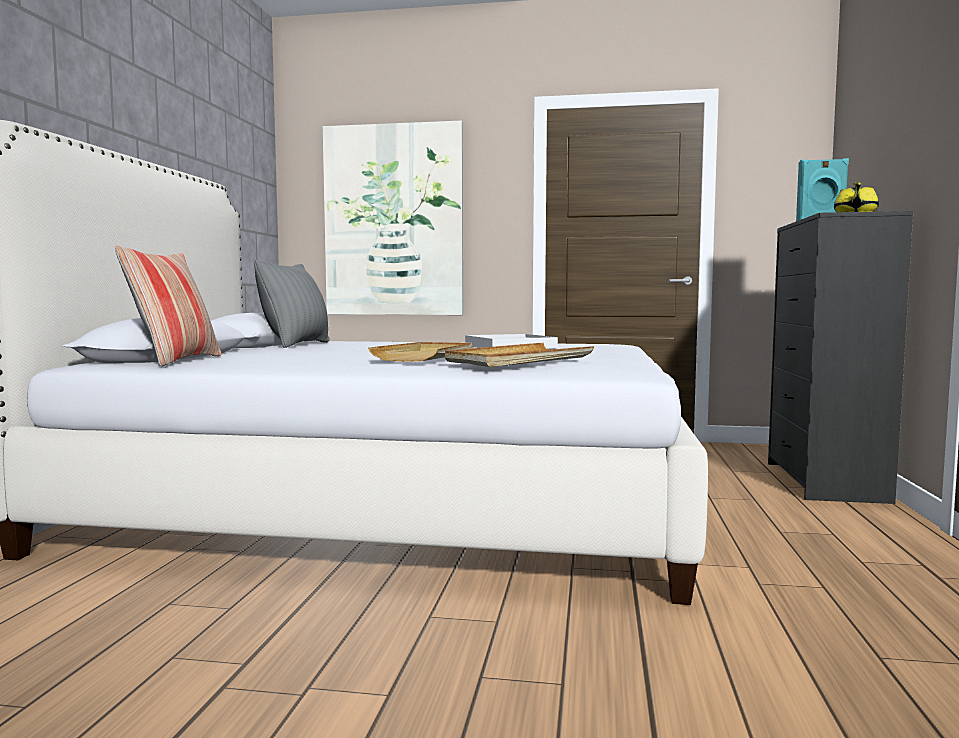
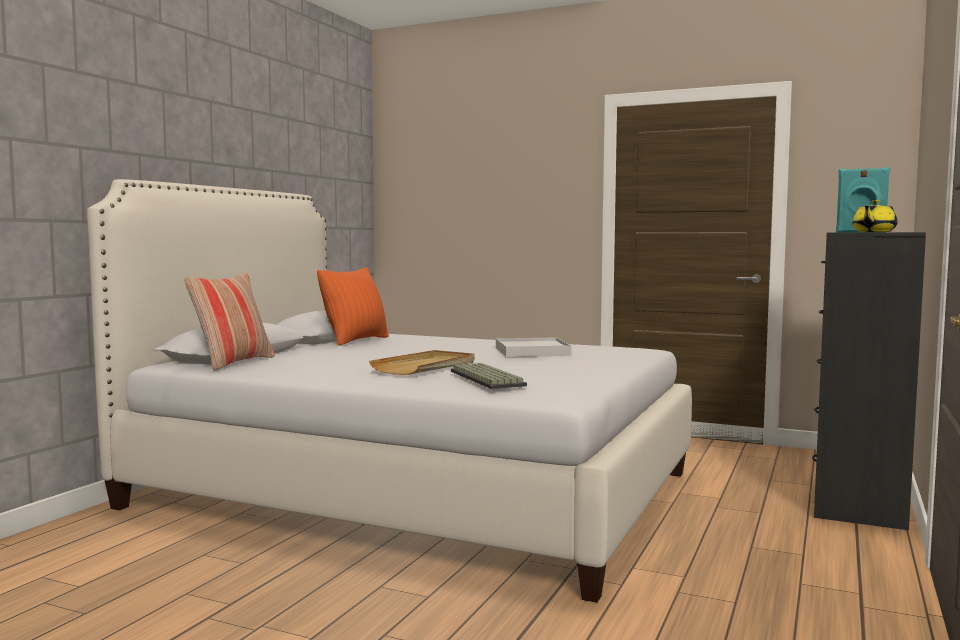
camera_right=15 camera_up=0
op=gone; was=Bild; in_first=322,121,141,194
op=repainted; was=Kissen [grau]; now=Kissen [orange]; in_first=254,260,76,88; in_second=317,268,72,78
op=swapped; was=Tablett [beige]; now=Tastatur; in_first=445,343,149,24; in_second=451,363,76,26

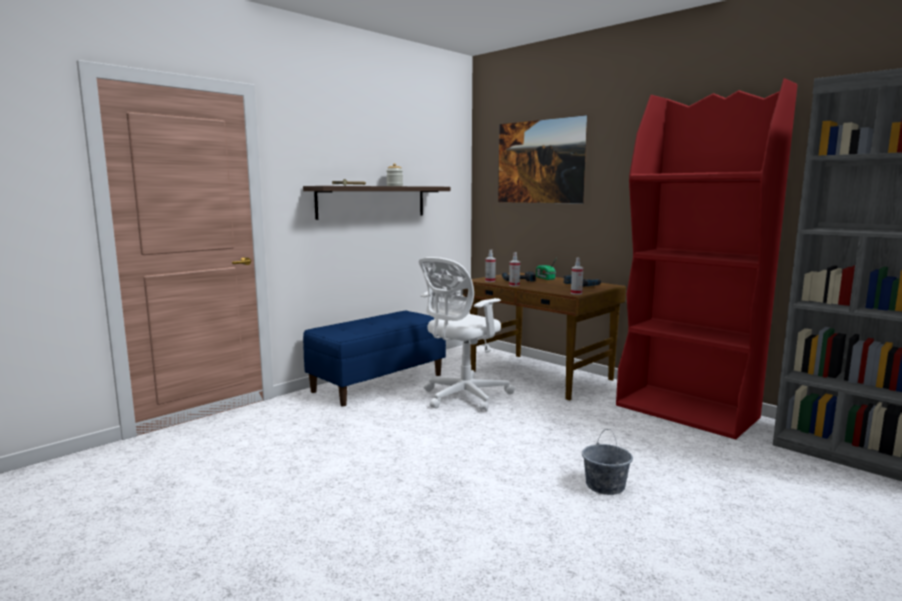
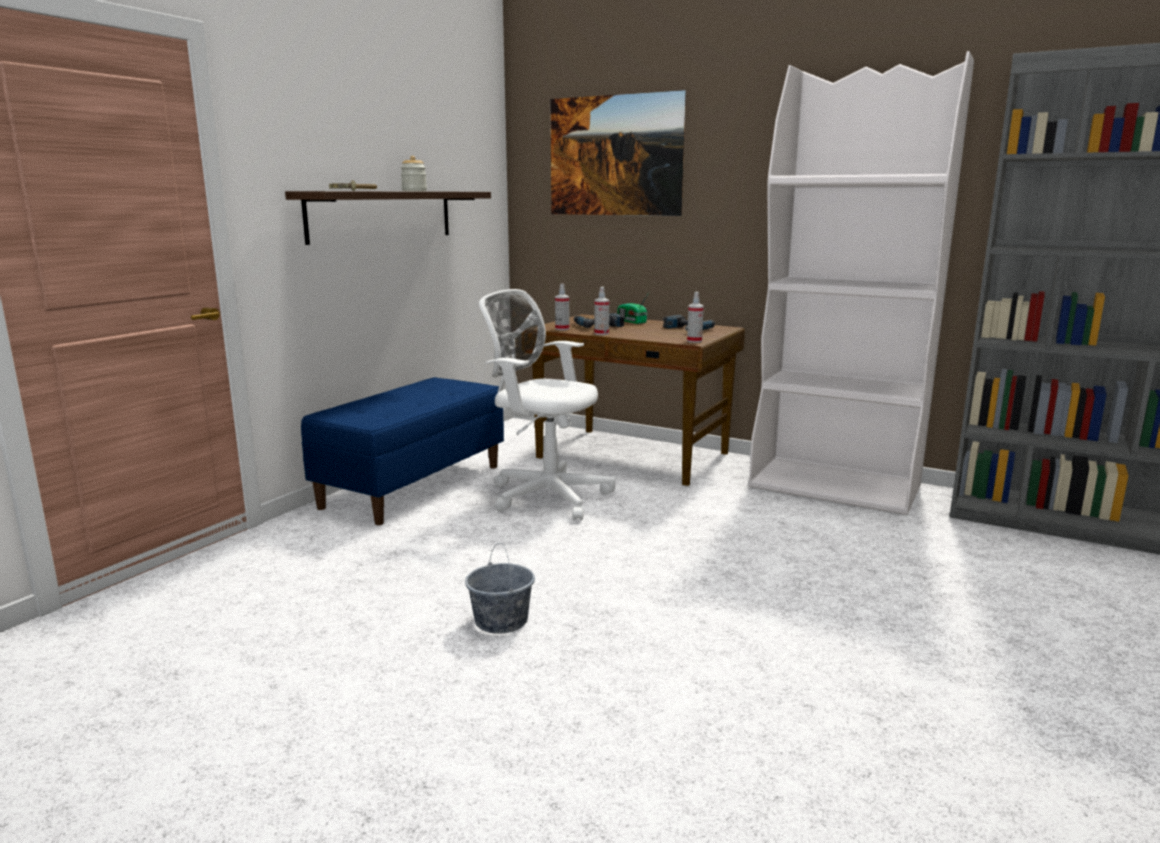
camera_right=-15 camera_up=5
op=repainted; was=Bücherregal [rot]; now=Bücherregal [weiß]; in_first=616,78,182,361; in_second=749,51,225,464
op=rotated; was=Bürostuhl [weiß]; in_first=419,257,96,154; in_second=479,289,137,231; clockwise=90
op=shifted; was=Eimer [grau]; in_first=582,429,51,66; in_second=465,543,70,91

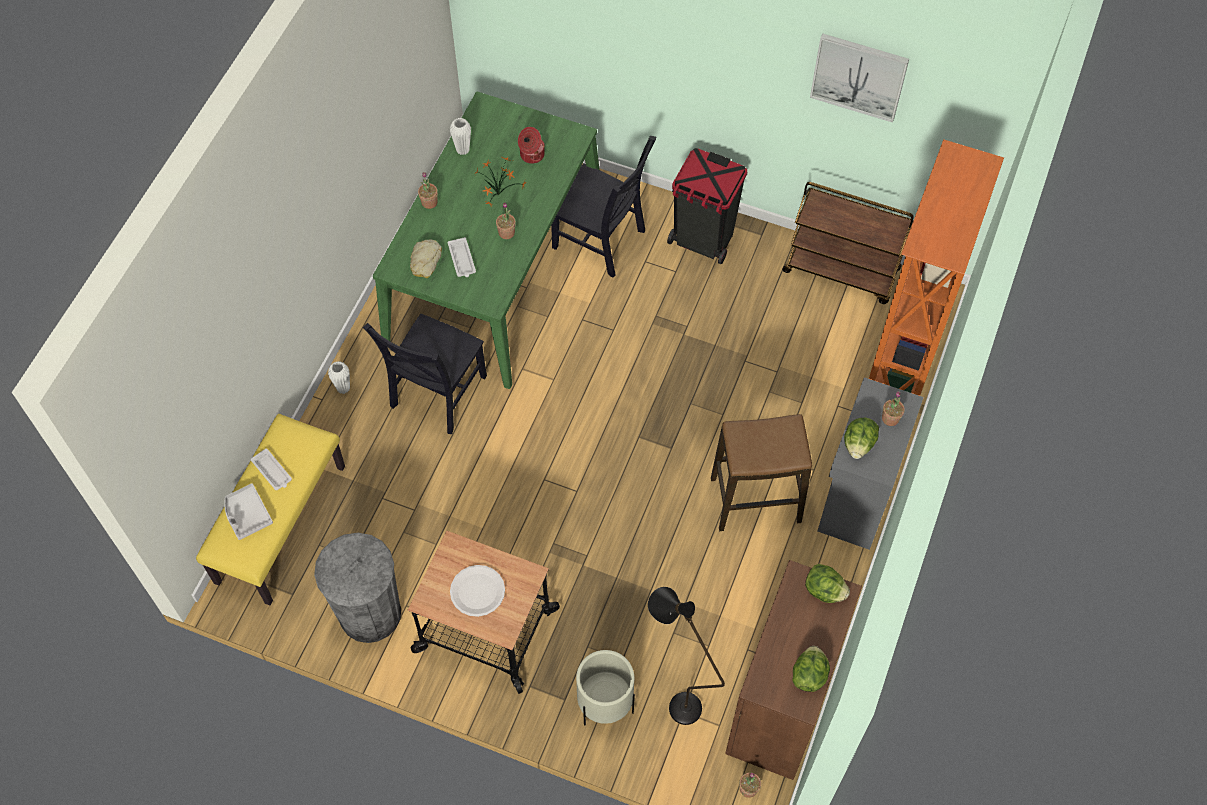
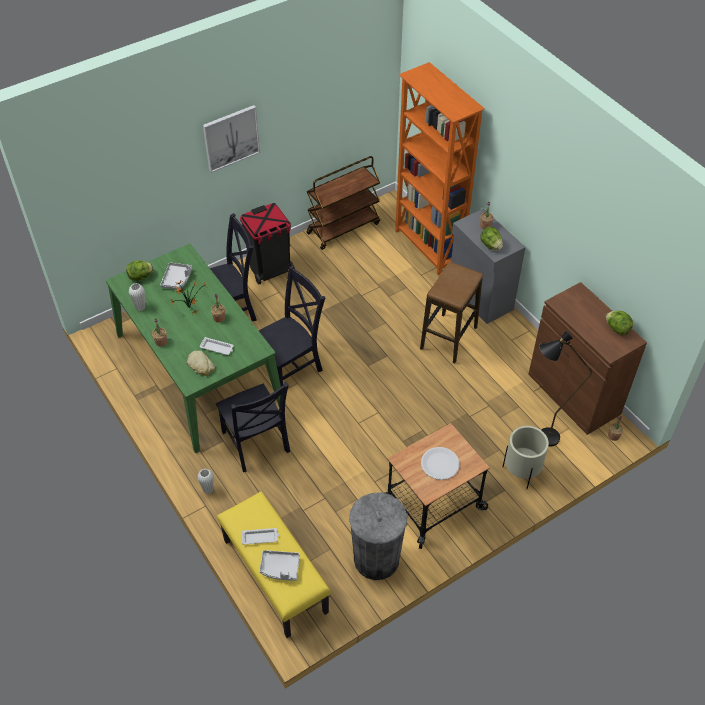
camera_right=-55 camera_up=-10
op=shifted; was=Bild; in_first=810,33,99,90; in_second=203,105,57,68
op=swapped; was=Kochtopf; now=Tablett [grau]; in_first=518,127,27,37; in_second=160,262,32,28
op=shifted; was=Salatkopf; in_first=805,564,45,39; in_second=126,261,27,20
op=new; now=Stuhl [schwarz]; in_second=259,265,66,122

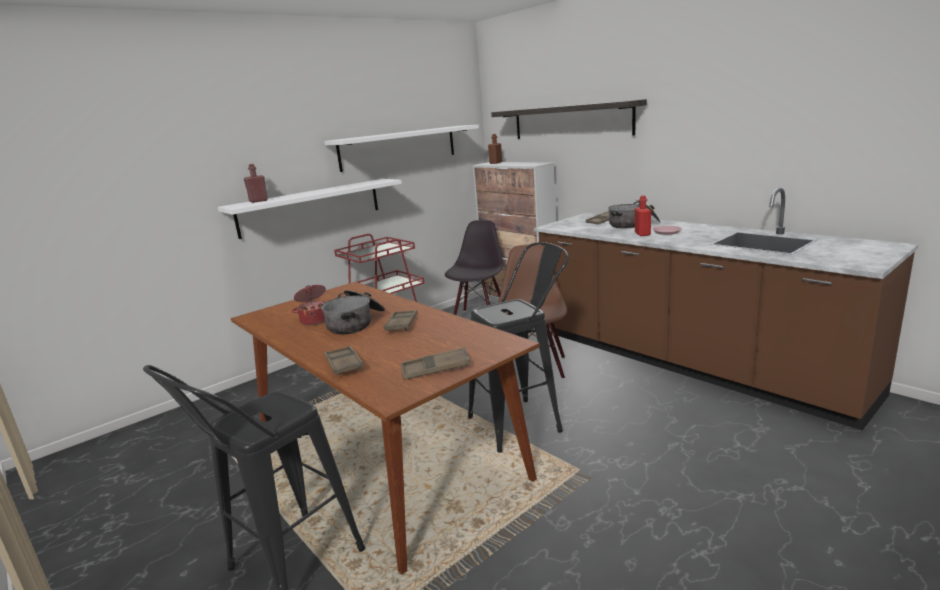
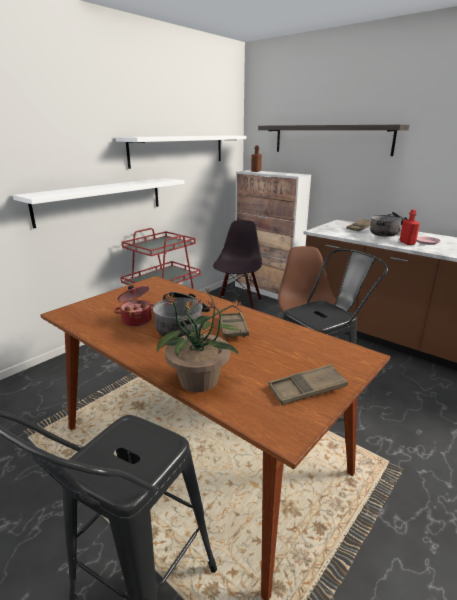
camera_right=-10 camera_up=5
op=gone; was=Flasche [rot]; in_first=244,164,24,39
op=swapped; was=Tablett [braun]; now=Topfpflanze; in_first=324,346,40,30; in_second=157,288,85,104

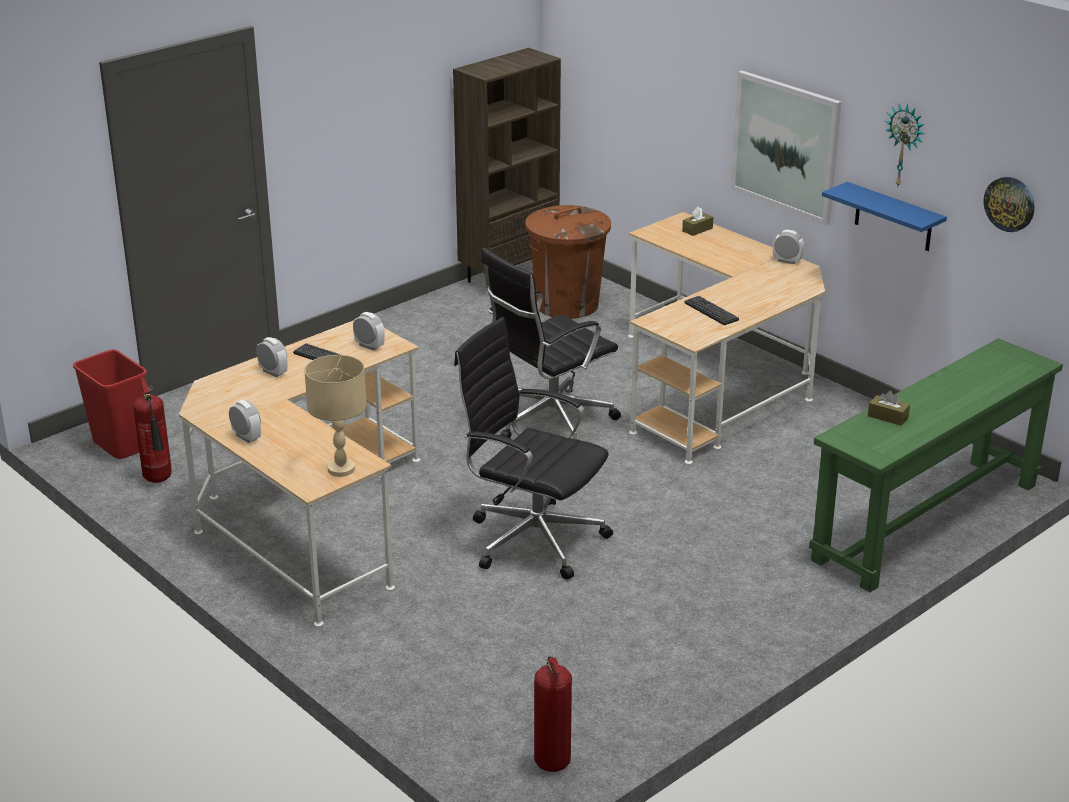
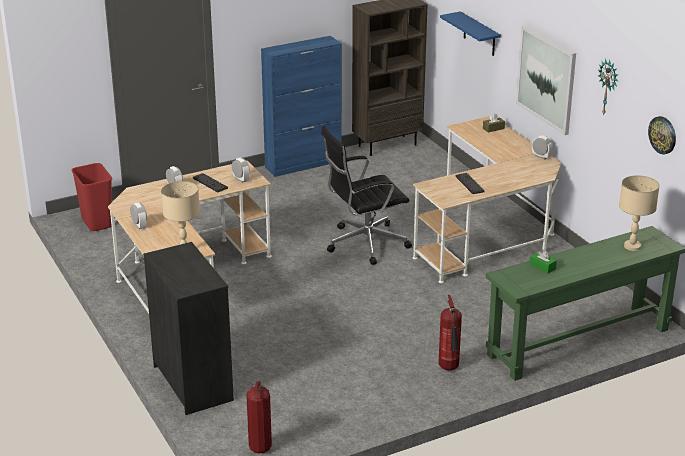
camera_right=15 camera_up=0
op=shifted; was=Wandregal [blau]; in_first=822,182,125,69; in_second=440,11,61,45
op=gone; was=Mülleimer [braun]; in_first=525,205,86,114
op=gone; was=Bürostuhl [schwarz]; in_first=454,317,159,263
op=shifted; was=Feuerlöscher; in_first=133,377,39,106; in_second=438,295,24,75
op=repainted; was=Taschentuchbox [braun]; now=Taschentuchbox [grün]; in_first=868,391,42,35; in_second=530,250,27,24
op=new; now=Schrank [blau]; in_second=261,36,81,141
op=new; now=Tischlampe [beige]; in_second=619,175,40,76
op=new; now=Kommode [schwarz]; in_second=143,242,91,173

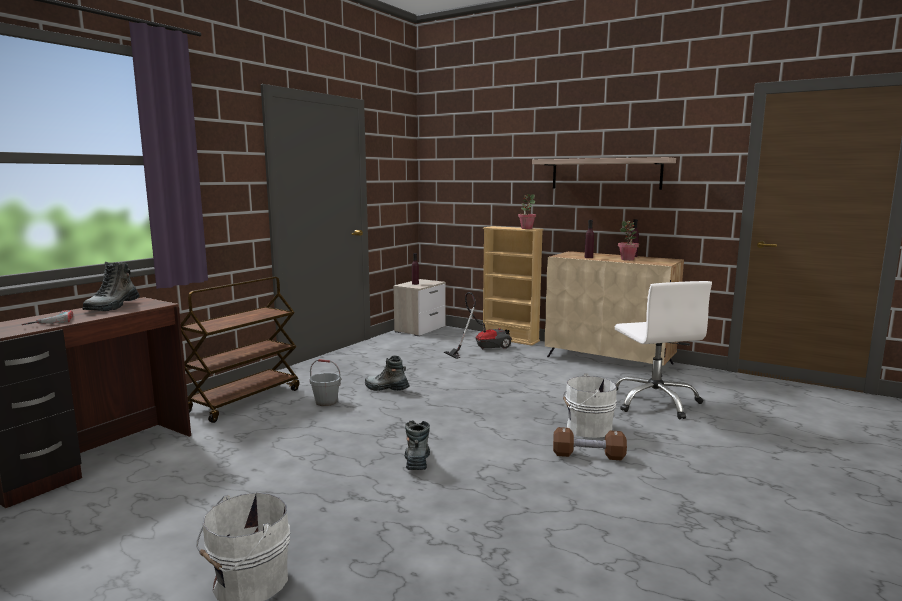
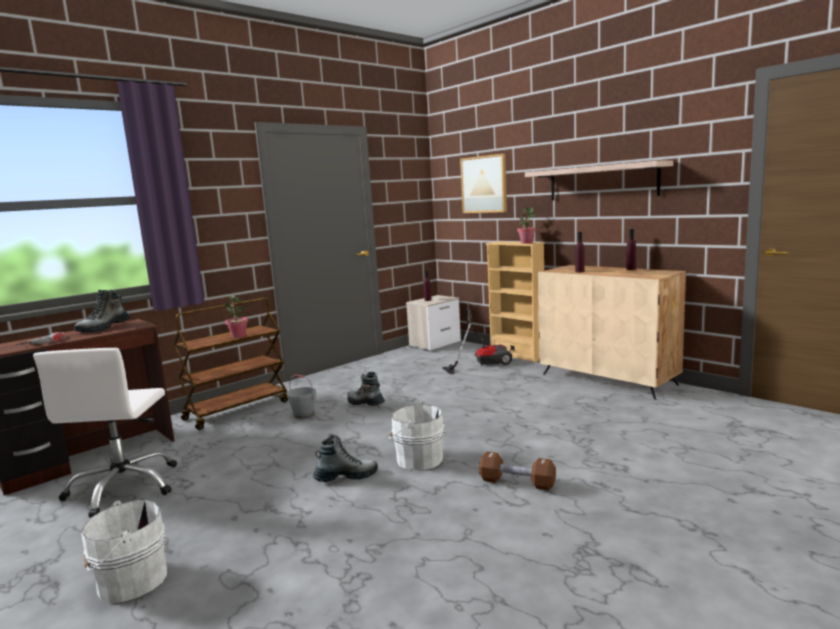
camera_right=15 camera_up=0
op=shifted; was=Topfpflanze; in_first=618,221,21,40; in_second=224,296,24,42
op=shifted; was=Bürostuhl [weiß]; in_first=615,281,97,138; in_second=33,348,144,170
op=shifted; was=Eimer [weiß]; in_first=563,373,54,65; in_second=389,402,55,68
op=rotated; was=Stiefel; in_first=405,420,25,50; in_second=313,434,65,48; clockwise=60
op=new; now=Bild; in_second=460,153,47,60

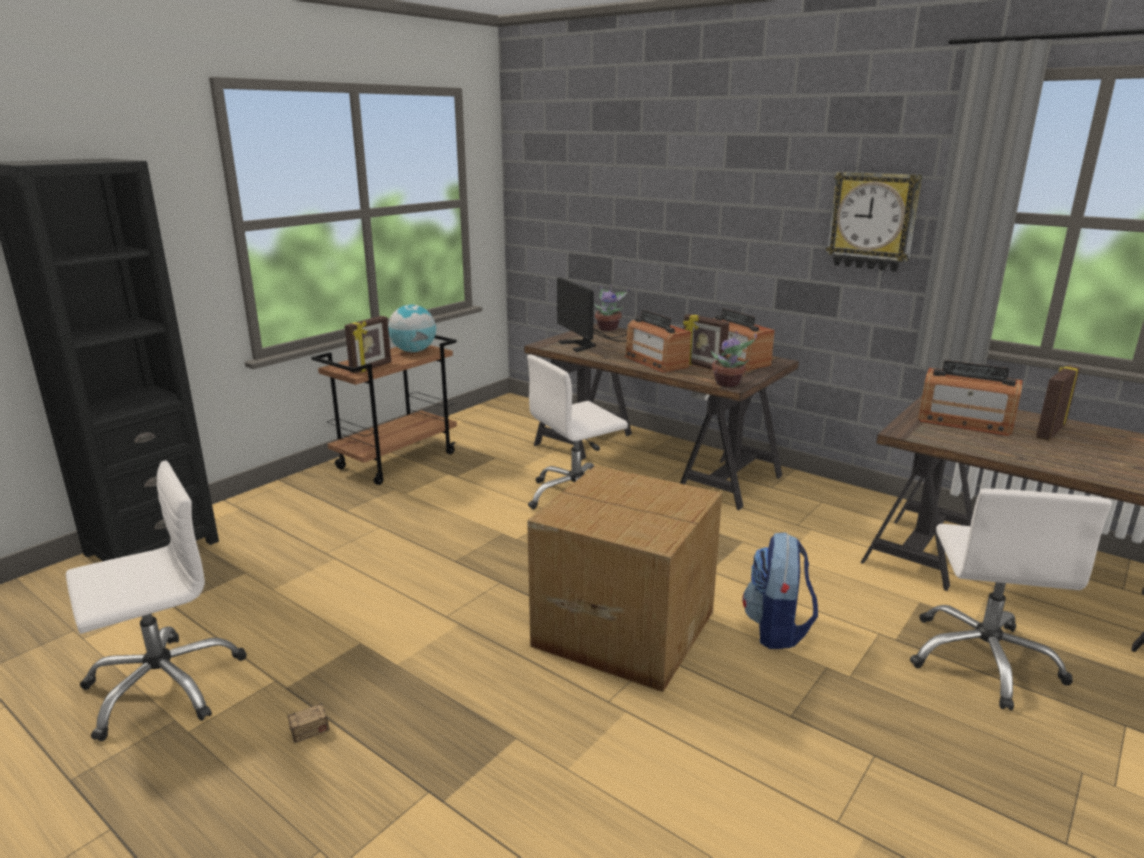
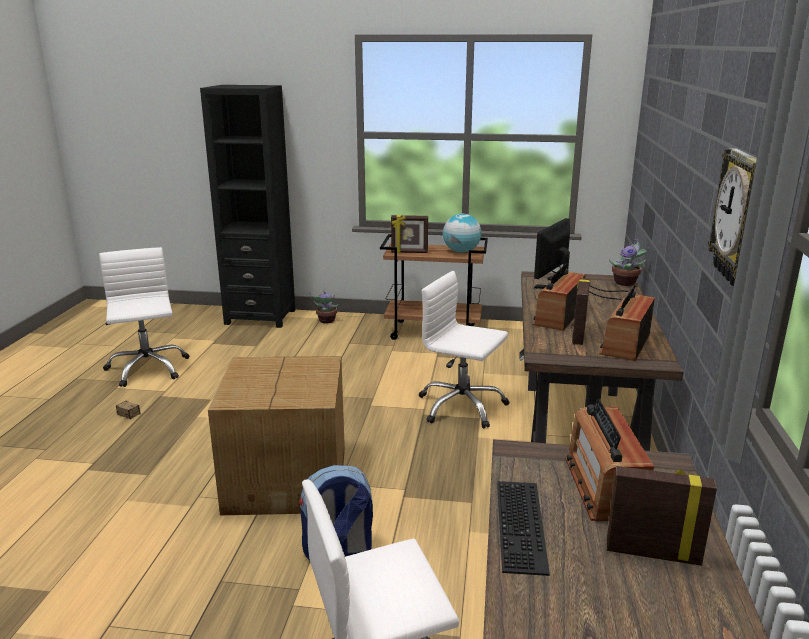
camera_right=60 camera_up=0
op=shifted; was=Topfpflanze; in_first=711,331,46,56; in_second=309,289,30,35
op=rotated; was=Bürostuhl [weiß]; in_first=66,461,180,280; in_second=99,247,91,140; clockwise=-135
op=new; now=Tastatur; in_second=497,481,53,95

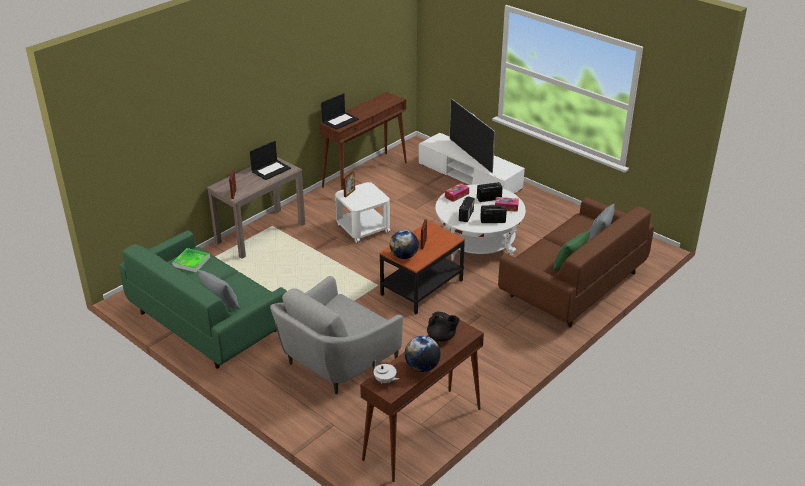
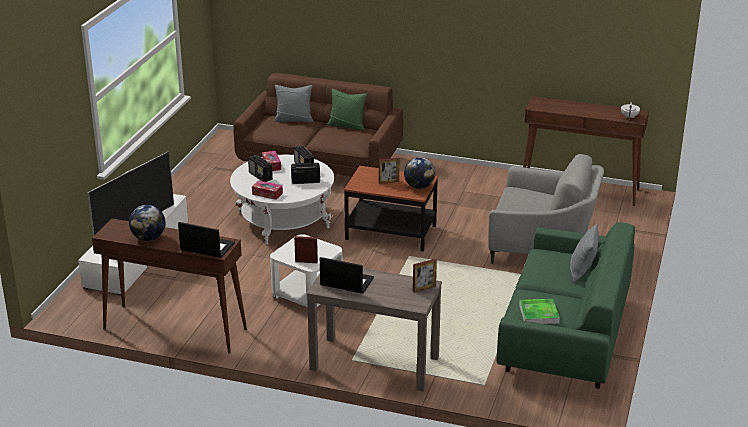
camera_right=-115 camera_up=-5
op=gone; was=Teekanne [schwarz]; in_first=427,312,33,30
op=shifted; was=Globus; in_first=405,336,36,36; in_second=129,205,37,36

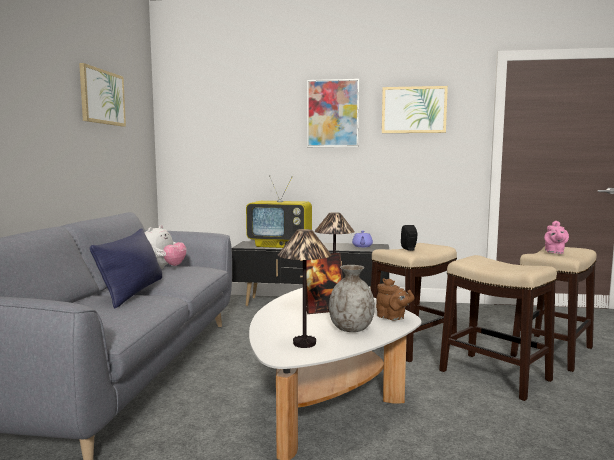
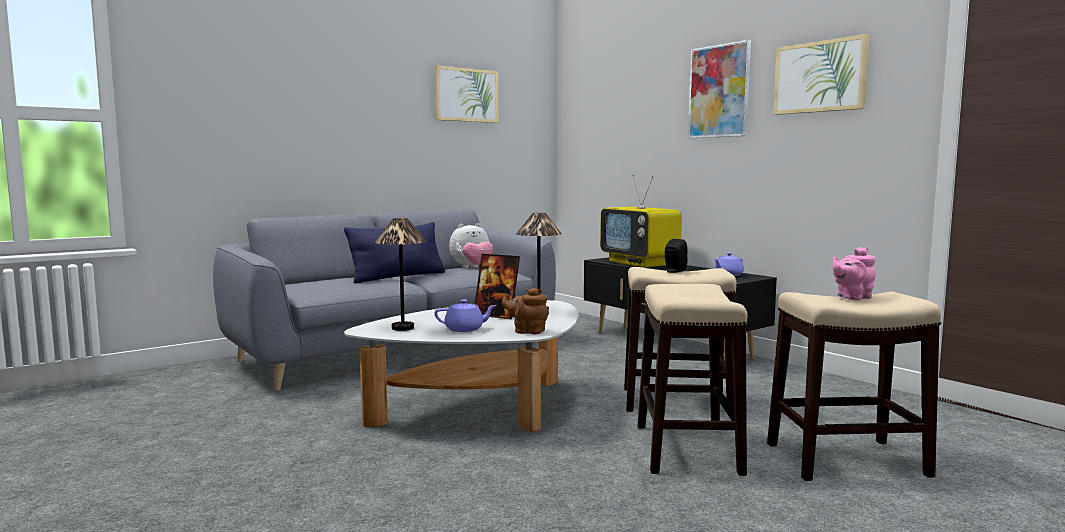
camera_right=45 camera_up=0
op=swapped; was=Vase [grau]; now=Teekanne [lila]; in_first=329,265,46,67; in_second=434,299,63,33
op=rotated; was=Teekanne [braun]; in_first=376,278,39,43; in_second=502,288,47,46; clockwise=105

